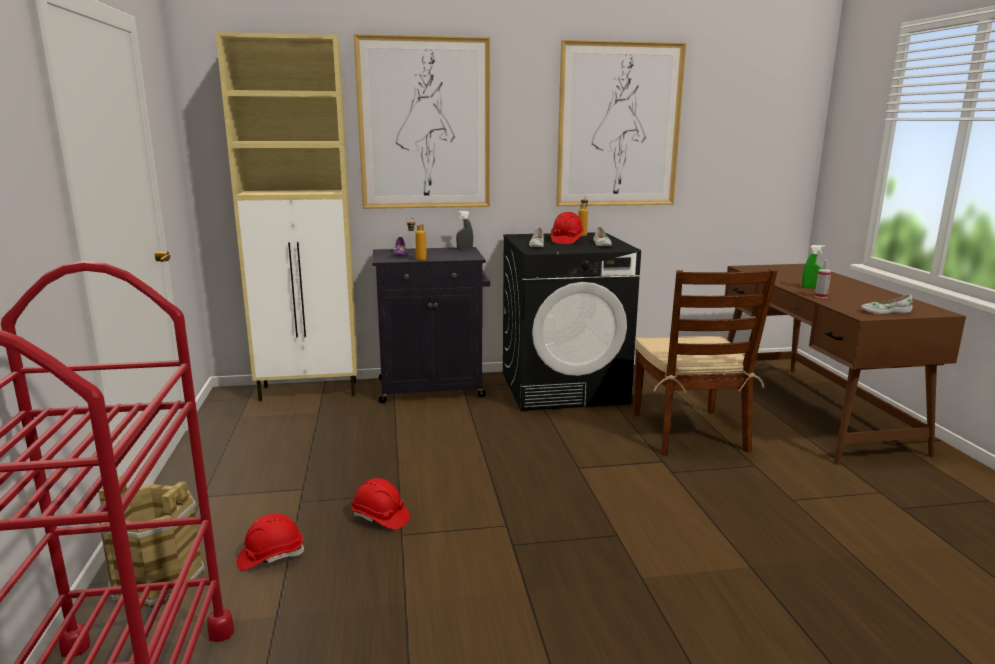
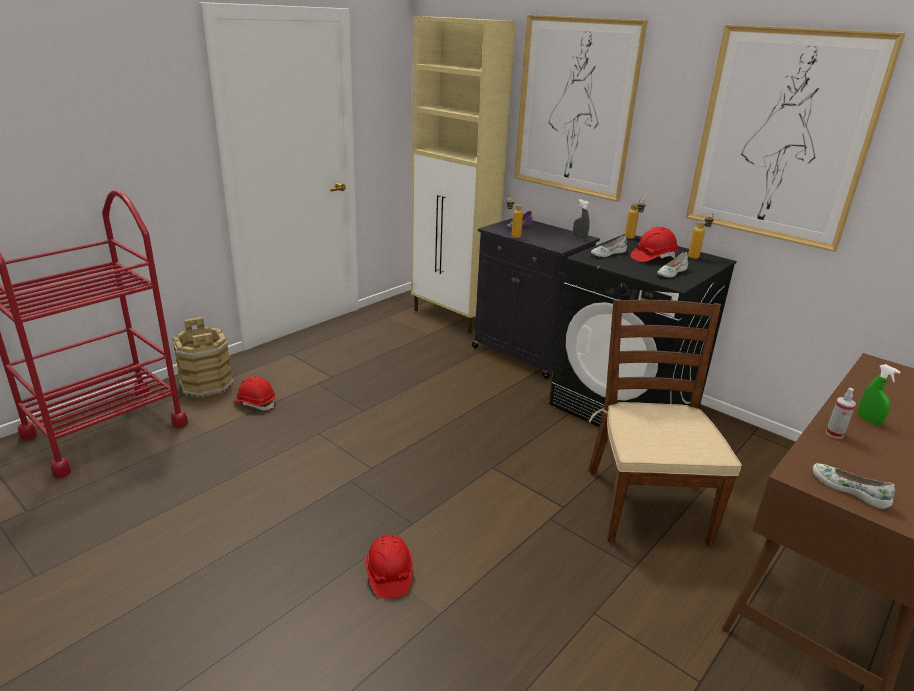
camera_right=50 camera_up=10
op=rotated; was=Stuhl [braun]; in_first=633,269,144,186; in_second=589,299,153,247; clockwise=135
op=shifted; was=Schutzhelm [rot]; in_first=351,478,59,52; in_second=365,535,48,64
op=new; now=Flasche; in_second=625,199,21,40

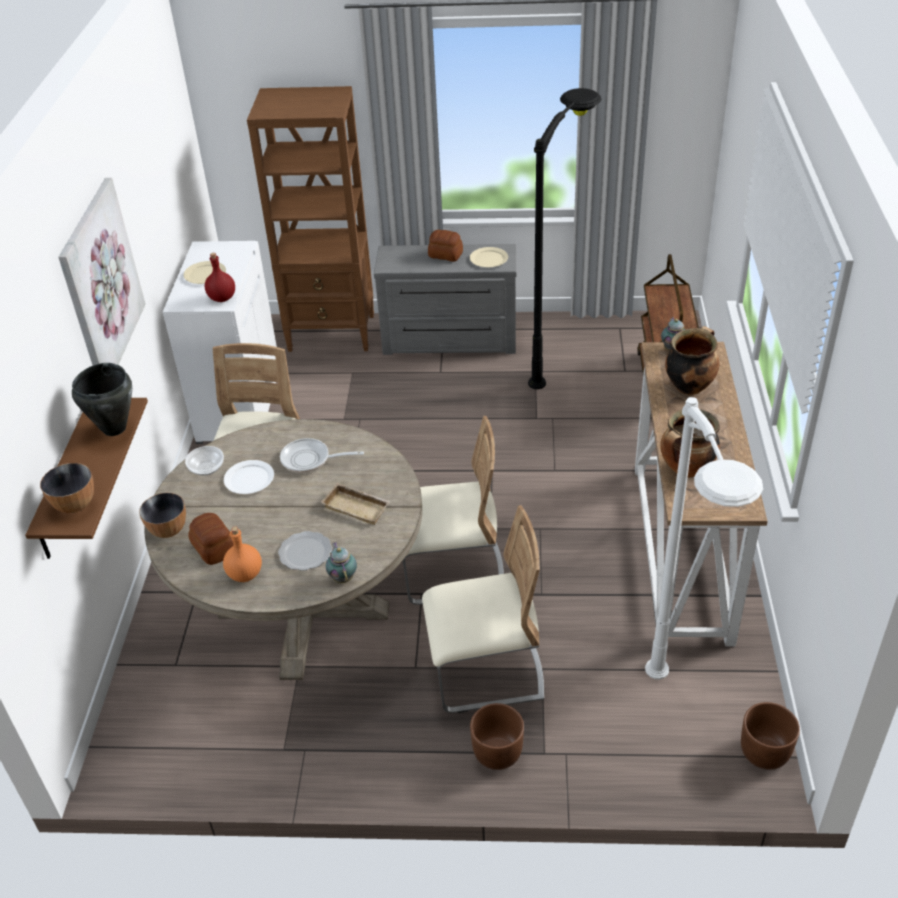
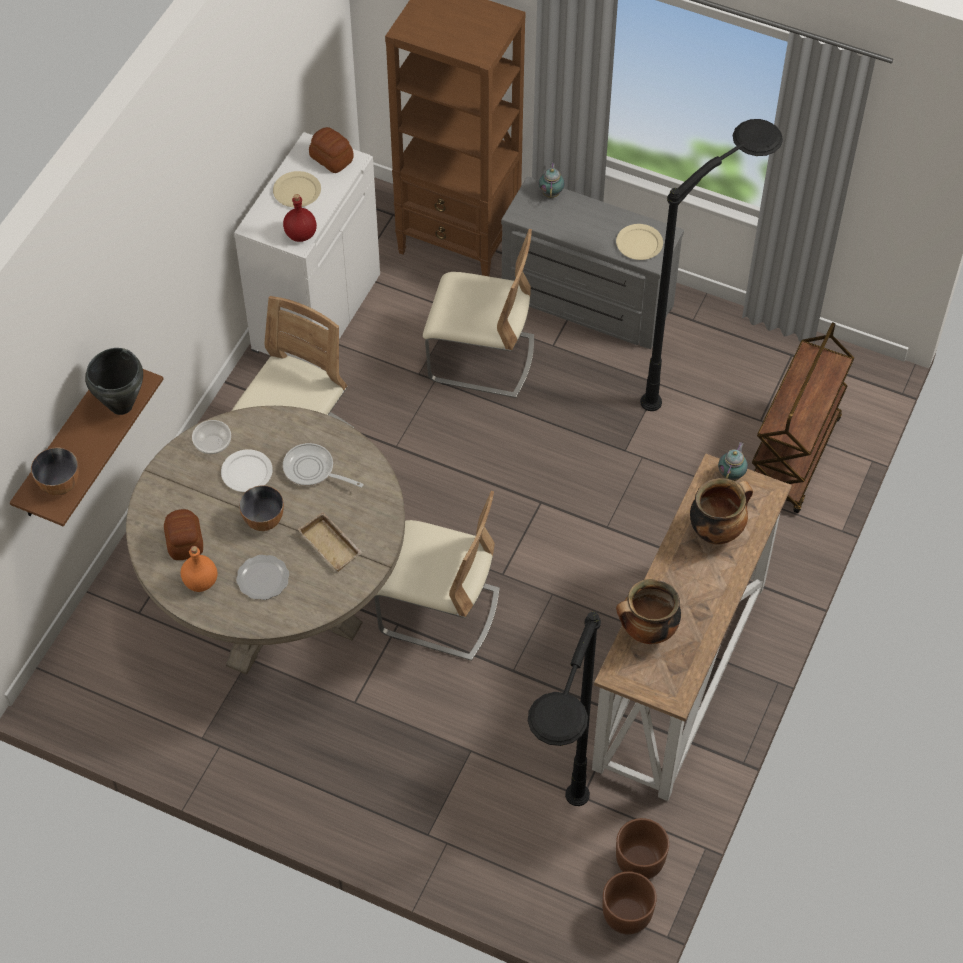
camera_right=20 camera_up=15
op=gone; was=Bild; in_first=58,178,88,188
op=shifted; was=Brot; in_first=428,230,35,31; in_second=309,127,45,46
op=repainted; was=Stehlampe [weiß]; now=Stehlampe [schwarz]; in_first=645,397,118,282; in_second=528,611,73,195
op=shifted; was=Schüssel; in_first=139,493,47,45; in_second=239,486,45,45
op=shifted; was=Stuhl [beige]; in_first=422,505,122,208; in_second=423,229,111,169
op=shifted; was=Teekanne; in_first=326,542,31,41; in_second=539,163,26,35
op=shifted; was=Pflanzkübel [braun]; in_first=470,703,54,67; in_second=616,818,53,61

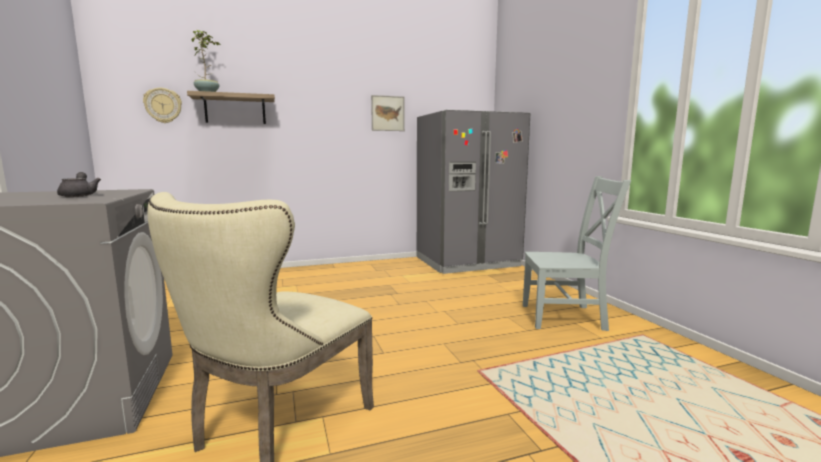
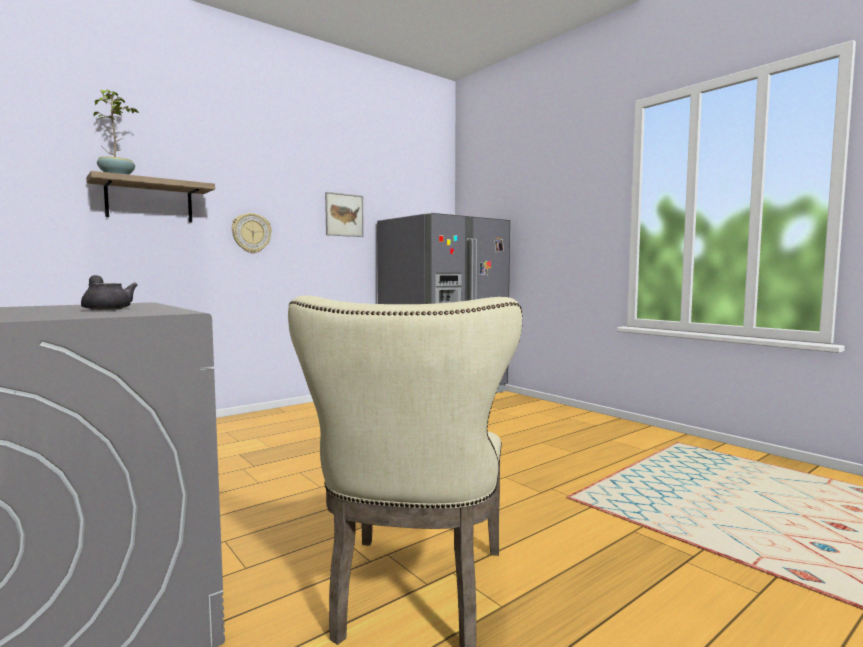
camera_right=-20 camera_up=-5
op=shifted; was=Wanduhr; in_first=143,88,39,35; in_second=232,213,40,41
op=gone; was=Stuhl [grau]; in_first=523,176,109,155

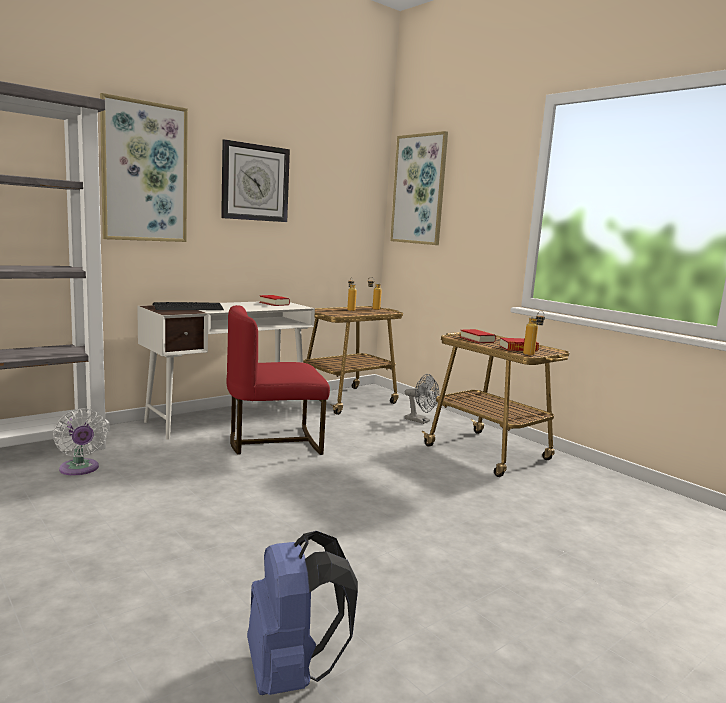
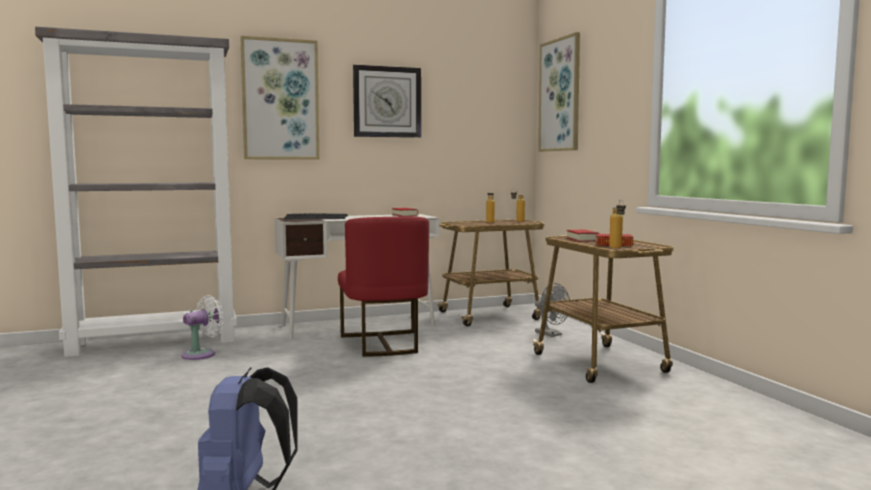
camera_right=20 camera_up=-5
op=rotated; was=Stuhl [rot]; in_first=227,305,103,150; in_second=338,217,91,139; clockwise=-105
op=rotated; was=Ventilator [weiß]; in_first=53,408,55,67; in_second=181,295,43,65; clockwise=-120

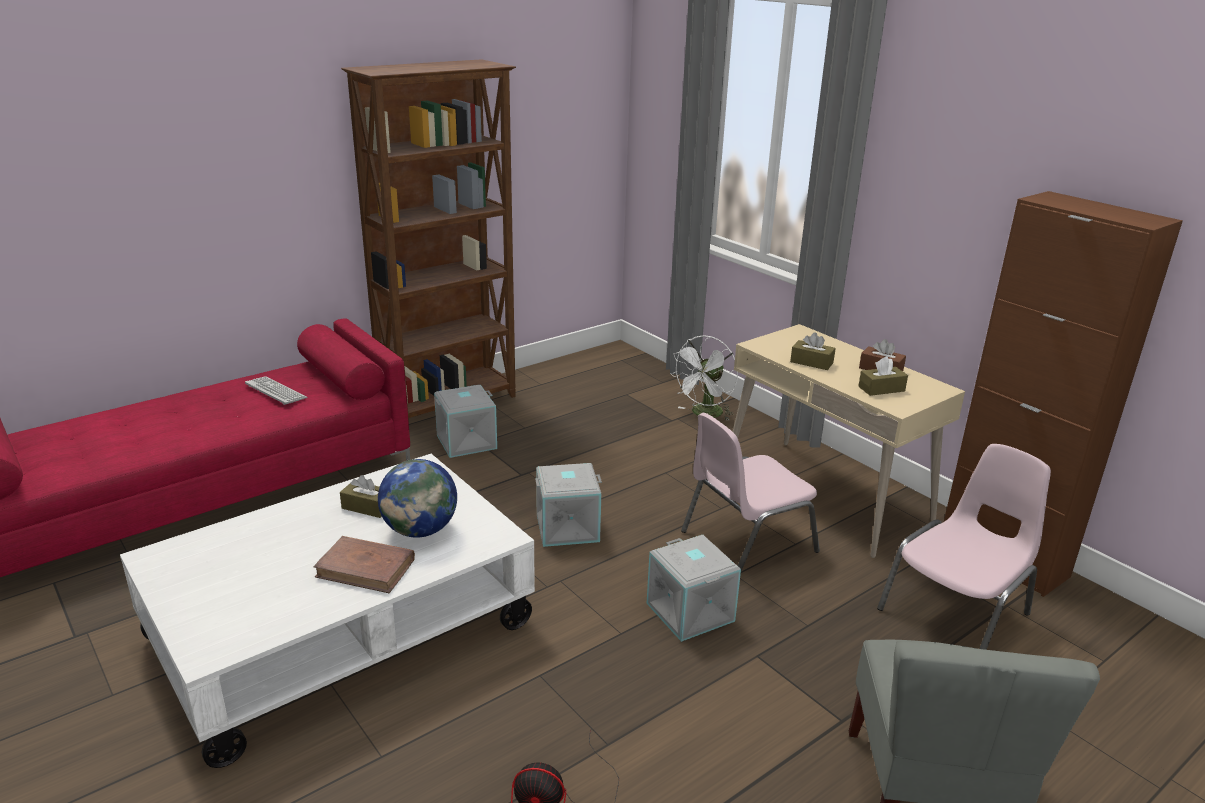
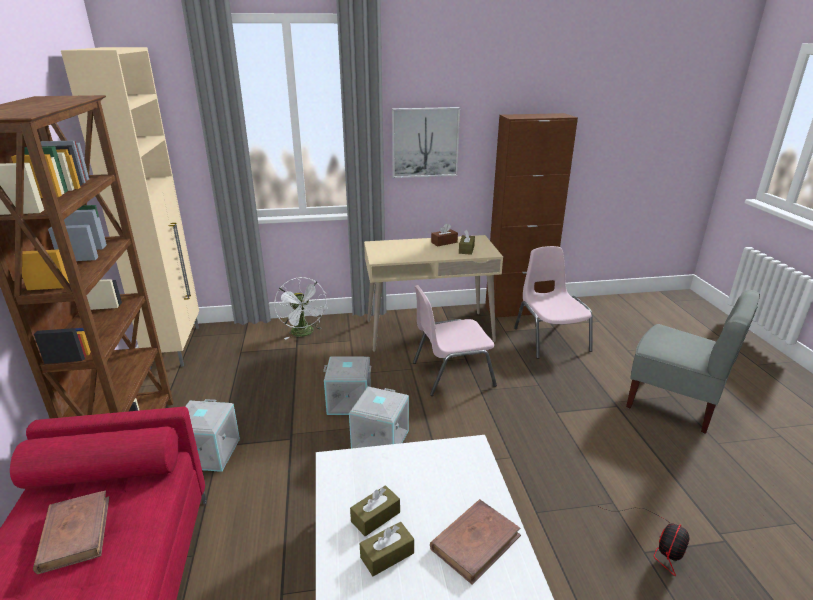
camera_right=-60 camera_up=0
op=shifted; was=Taschentuchbox [braun]; in_first=790,332,46,38; in_second=360,522,54,54
op=swapped; was=Tastatur; now=Buch [braun]; in_first=245,376,63,29; in_second=33,490,76,84
op=rotated; was=Stuhl [rosa]; in_first=681,413,139,158; in_second=413,285,84,111; clockwise=75
op=gone; was=Globus; in_first=378,459,79,79
op=shifted; was=Aufbewahrungsbox [grau]; in_first=647,535,94,107; in_second=323,357,48,58
op=new; now=Schrank [beige]; in_second=61,47,138,322
op=new; now=Bild; in_second=392,107,68,71

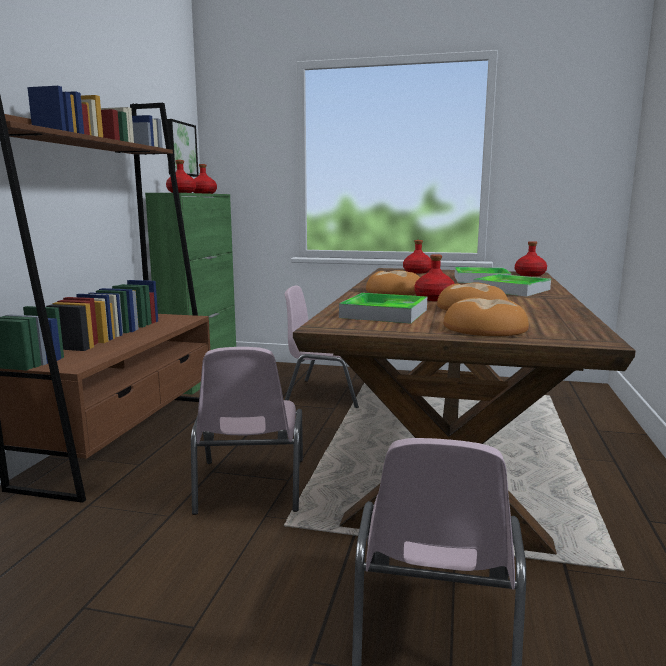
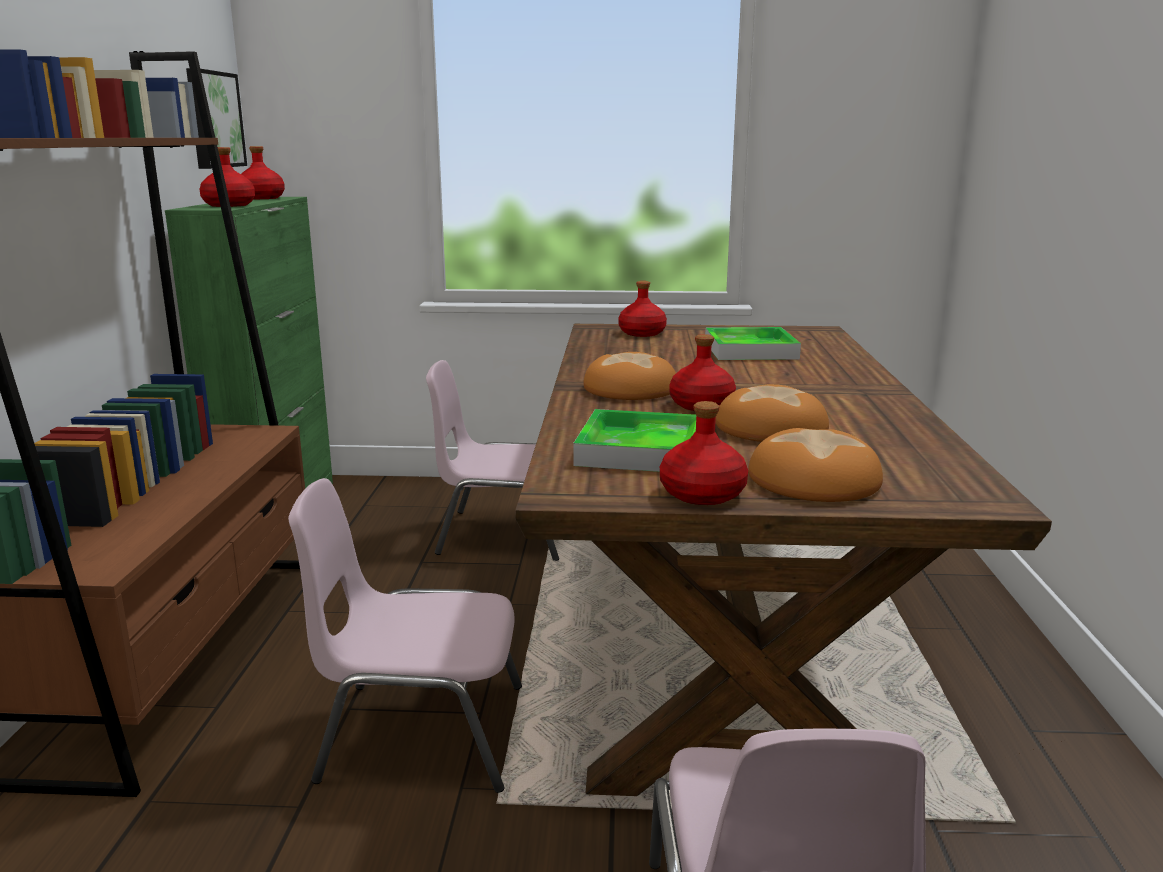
camera_right=-10 camera_up=5
op=shifted; was=Flasche [rot]; in_first=515,241,32,35; in_second=660,401,88,104
op=gone; was=Tablett; in_first=473,274,78,22
op=rotated; was=Stuhl [rosa]; in_first=191,347,112,168; in_second=288,478,234,315; clockwise=105

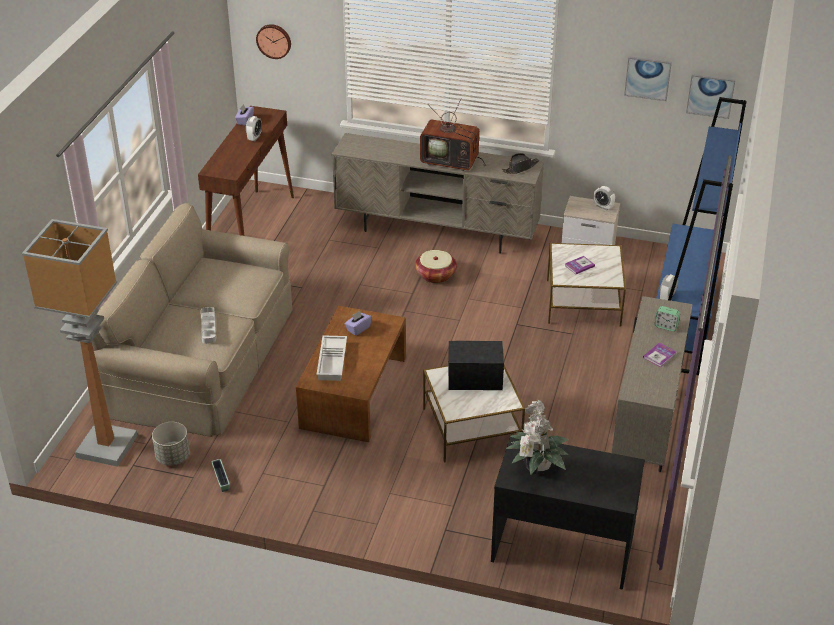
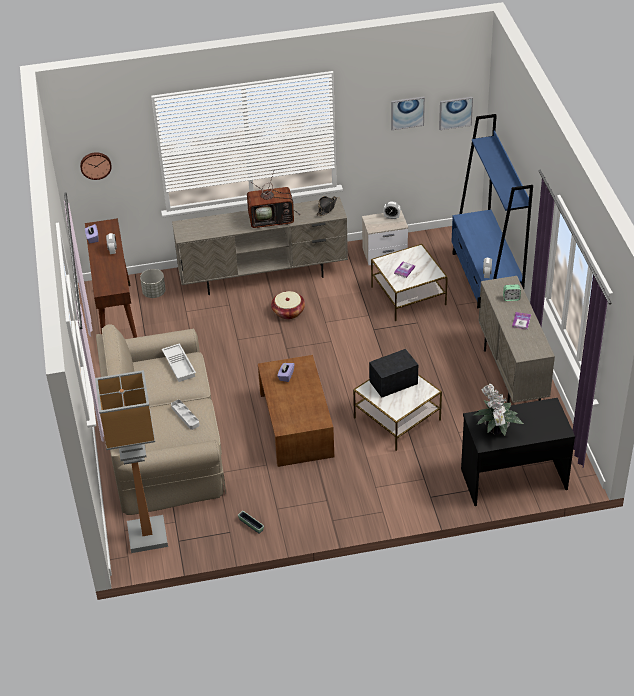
camera_right=-25 camera_up=5
op=shifted; was=Tablett [weiß]; in_first=316,335,31,46; in_second=162,343,34,39
op=shifted; was=Pflanzkübel [grau]; in_first=152,422,38,43; in_second=140,269,26,29

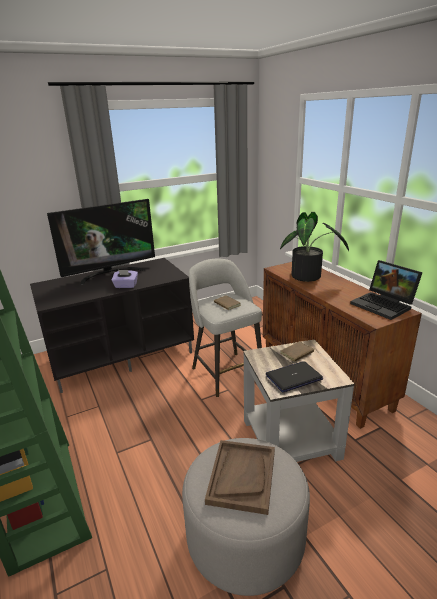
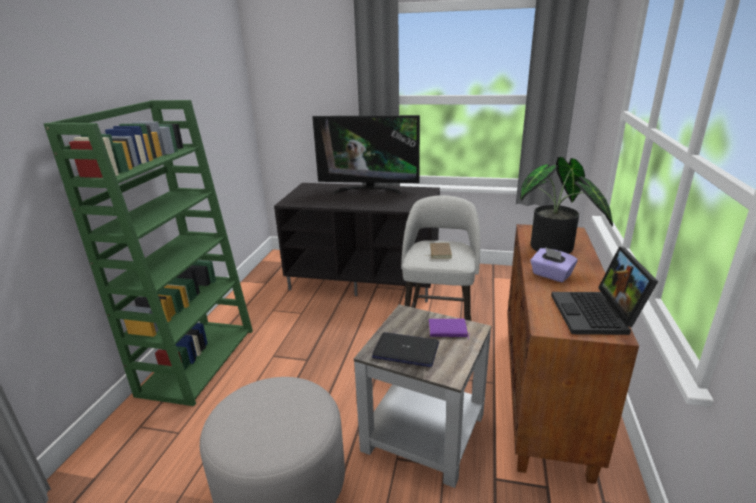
camera_right=40 camera_up=0
op=shifted; was=Taschentuchbox [lila]; in_first=112,270,26,18; in_second=530,247,48,36
op=repainted; was=Buch [braun]; now=Buch [lila]; in_first=280,341,39,21; in_second=429,319,41,21
op=gone; was=Tablett [braun]; in_first=205,440,70,75

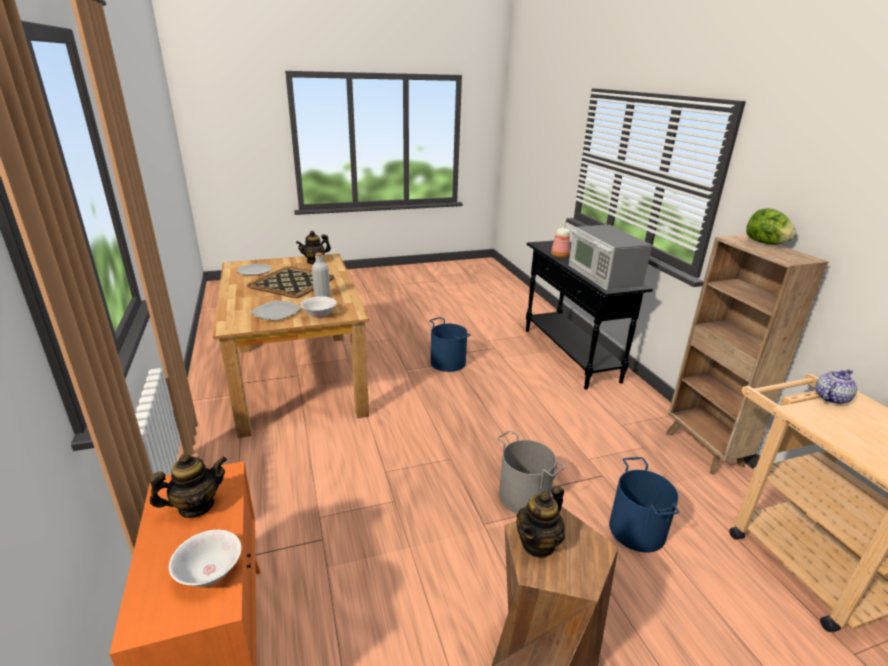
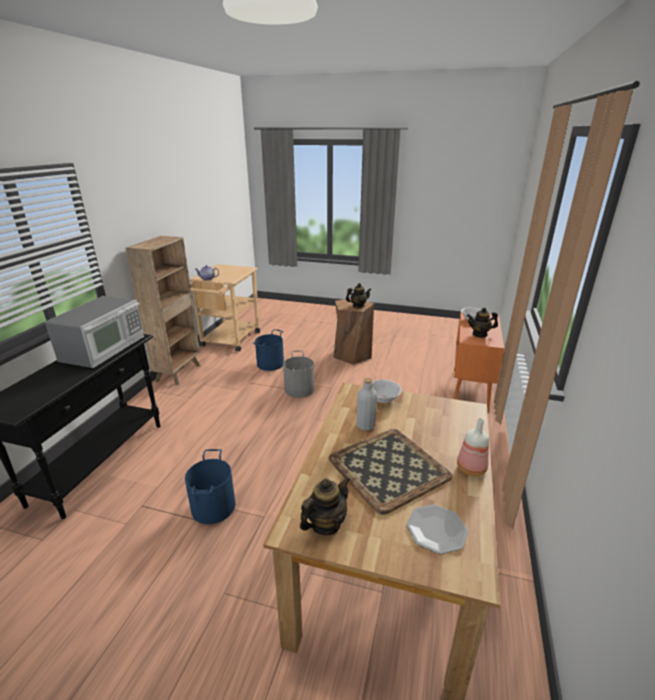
camera_right=-145 camera_up=0
op=gone; was=Salatkopf; in_first=746,208,50,37
op=shifted; was=Flasche; in_first=551,219,19,39; in_second=457,418,32,58
op=rotated; was=Teekanne; in_first=296,231,35,33; in_second=300,477,50,58; clockwise=-45
op=gone; was=Teller; in_first=250,300,52,21

